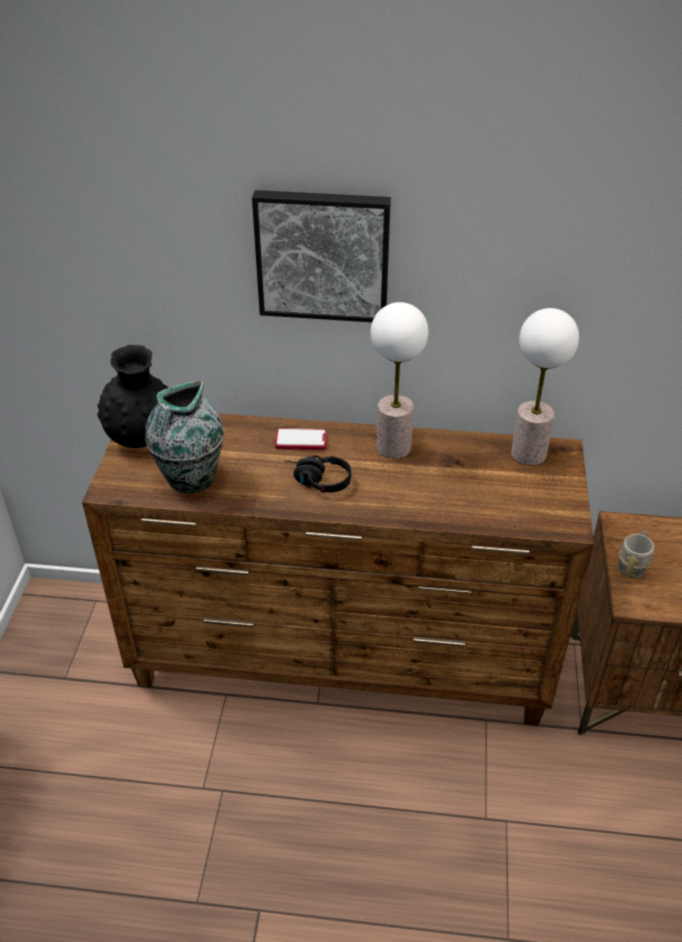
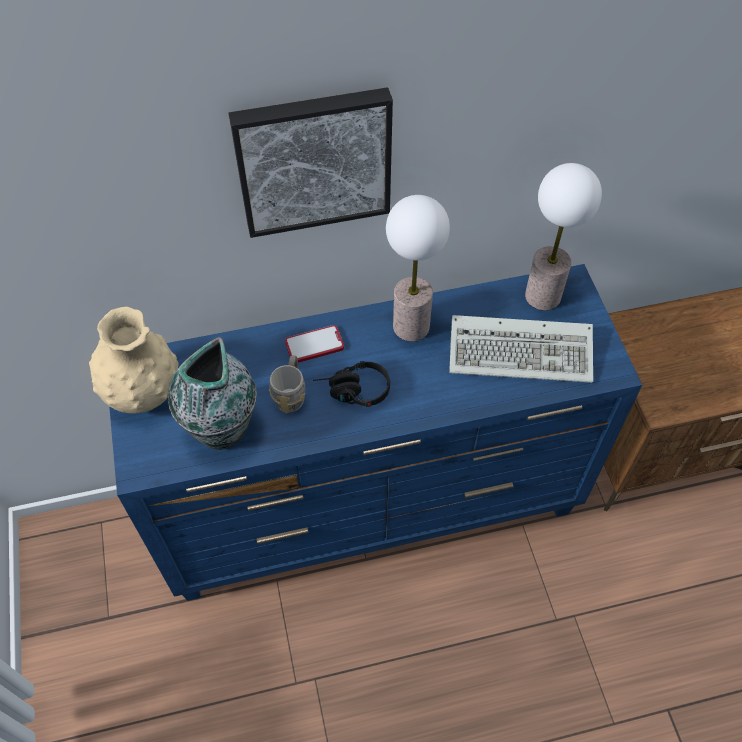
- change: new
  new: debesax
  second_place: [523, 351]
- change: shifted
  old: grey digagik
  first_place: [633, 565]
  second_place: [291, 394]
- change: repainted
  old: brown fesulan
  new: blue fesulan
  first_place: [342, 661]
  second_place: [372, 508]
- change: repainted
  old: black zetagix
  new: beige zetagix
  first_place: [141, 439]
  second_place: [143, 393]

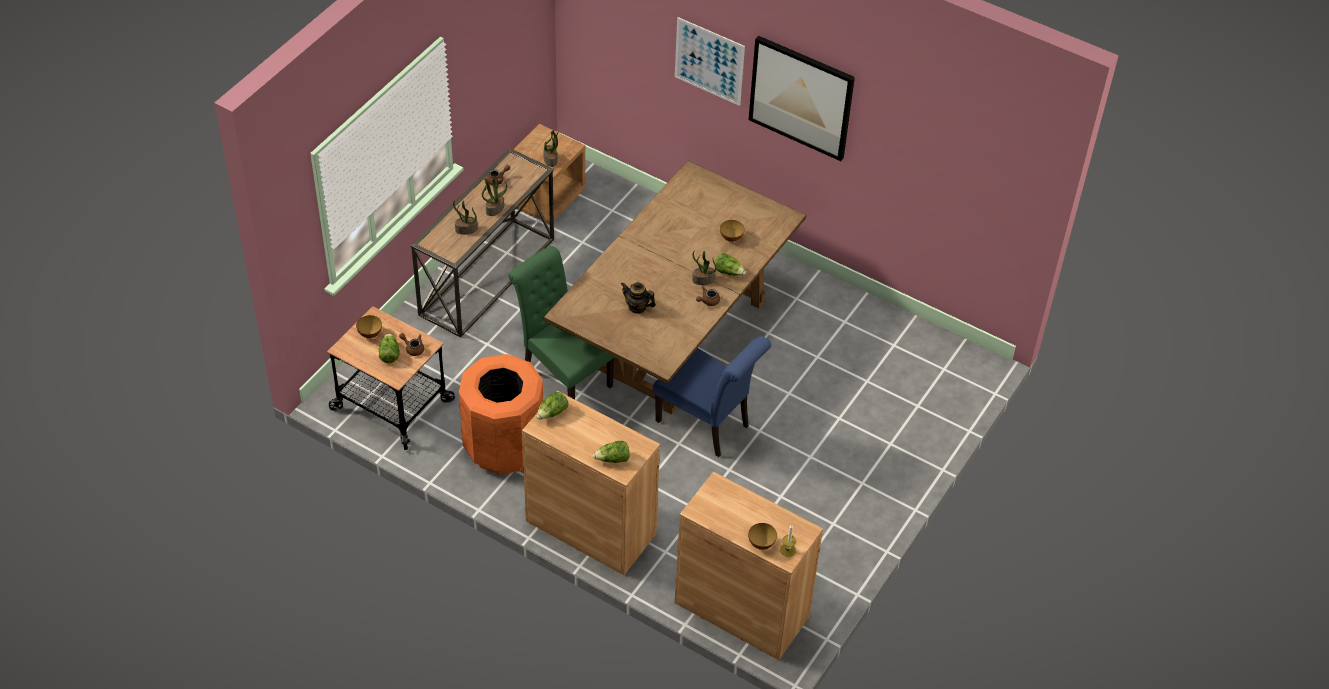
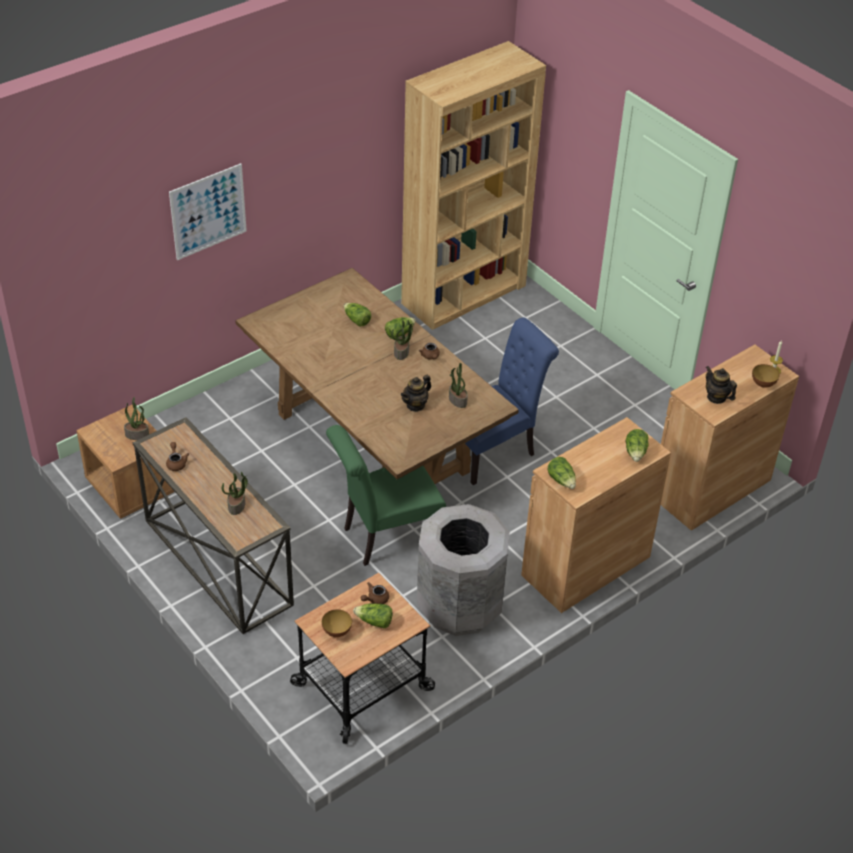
- change: gone
  old: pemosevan
  first_place: [801, 97]
- change: new
  new: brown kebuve
  second_place: [464, 294]
- change: new
  new: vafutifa
  second_place: [716, 397]
- change: shifted
  old: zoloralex
  first_place: [495, 209]
  second_place: [457, 400]
- change: swapped
  old: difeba
  new: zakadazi
  first_place: [731, 238]
  second_place: [356, 320]
- change: repainted
  old: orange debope
  new: grey debope
  first_place: [503, 447]
  second_place: [459, 607]

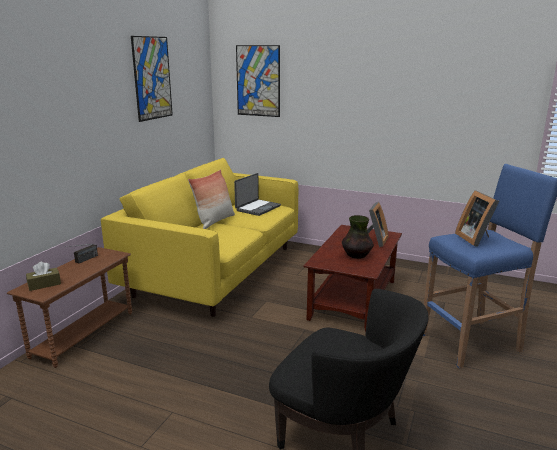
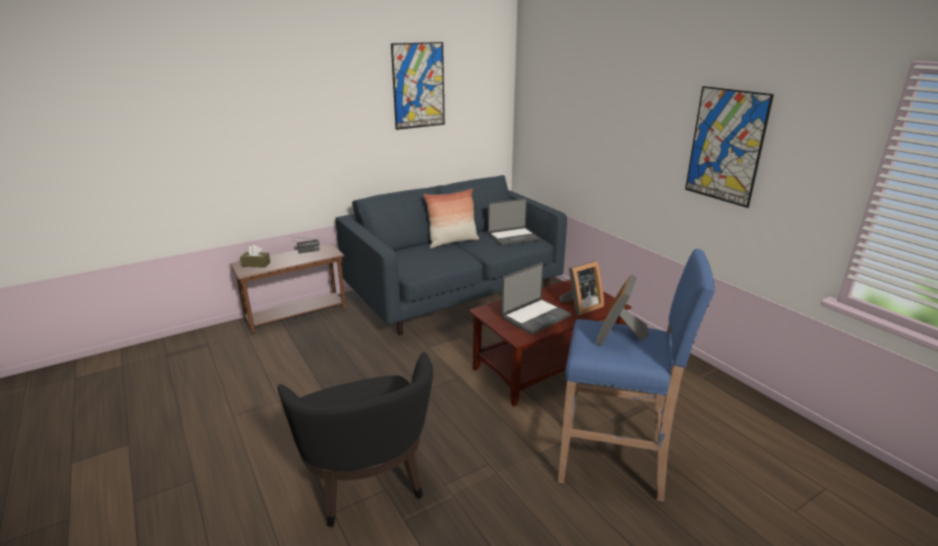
- change: shifted
  old: pemosevan
  first_place: [258, 81]
  second_place: [726, 146]
- change: swapped
  old: zetagix
  new: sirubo
  first_place: [356, 256]
  second_place: [535, 316]
- change: repainted
  old: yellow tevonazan
  new: blue tevonazan
  first_place: [216, 272]
  second_place: [454, 294]

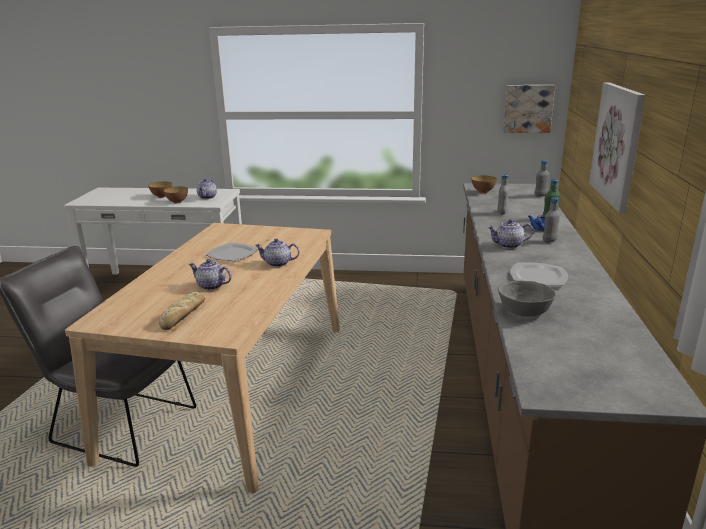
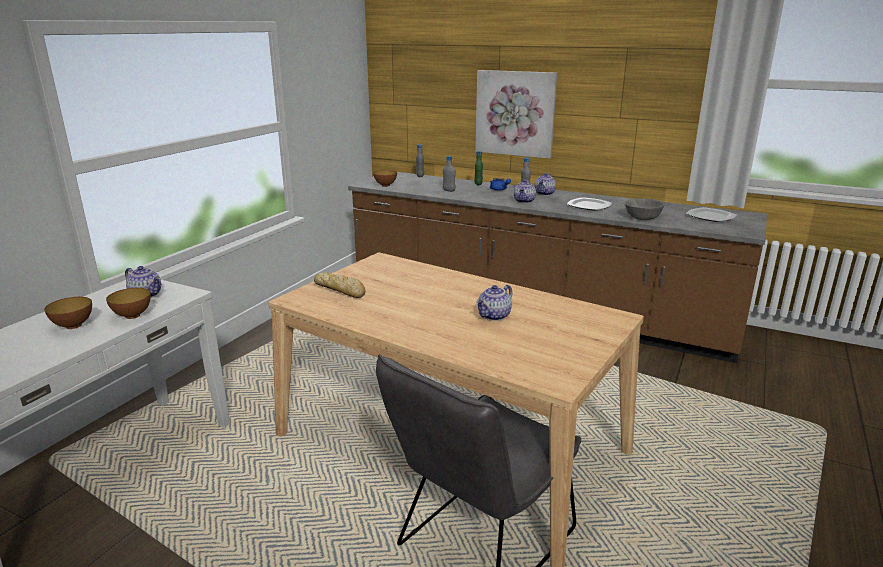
- change: gone
  old: pemosevan
  first_place: [528, 108]
- change: shifted
  old: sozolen
  first_place: [183, 315]
  second_place: [340, 290]
- change: shifted
  old: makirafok
  first_place: [232, 254]
  second_place: [711, 216]
- change: shifted
  old: vafutifa
  first_place: [277, 264]
  second_place: [545, 194]

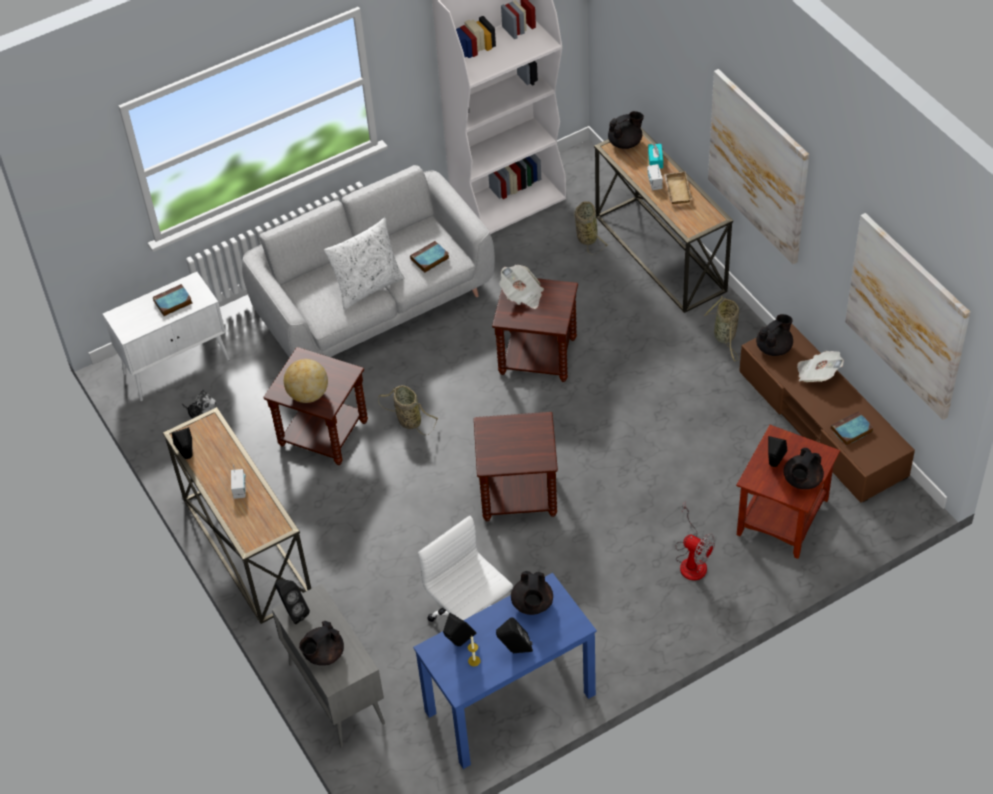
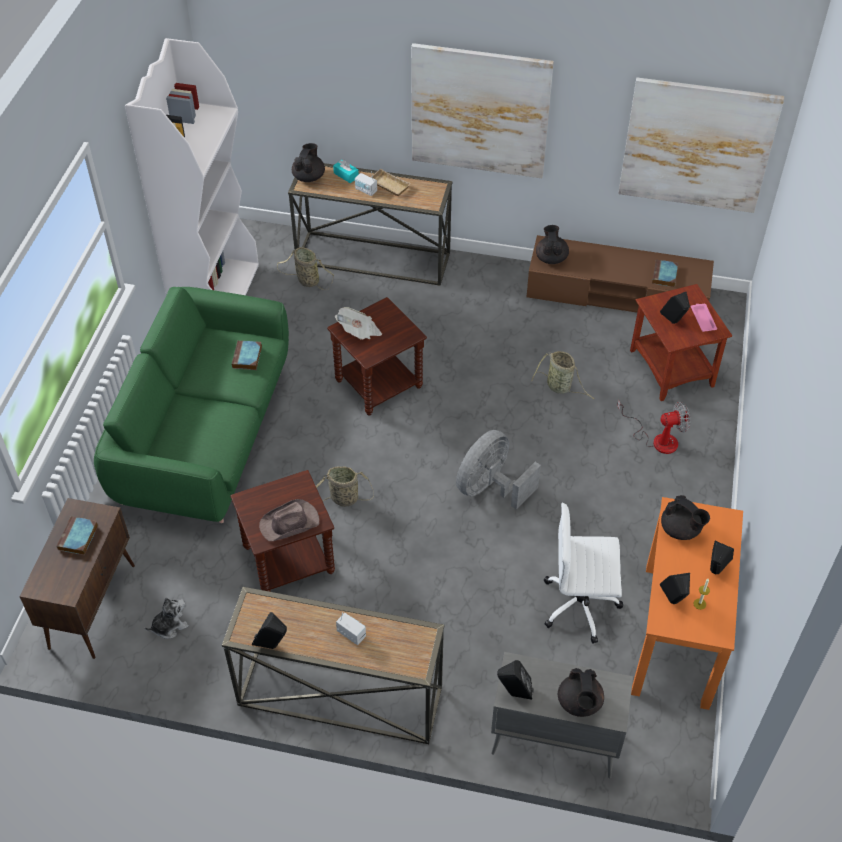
- change: gone
  old: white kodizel
  first_place: [368, 287]
- change: gone
  old: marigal
  first_place: [817, 374]
- change: shifted
  old: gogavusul
  first_place: [725, 337]
  second_place: [560, 387]
- change: swapped
  old: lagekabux
  new: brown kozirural
  first_place: [308, 395]
  second_place: [290, 523]
- change: swapped
  old: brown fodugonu
  new: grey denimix
  first_place: [518, 494]
  second_place: [490, 488]
- change: swapped
  old: black vafutifa
  new: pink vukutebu
  first_place: [802, 481]
  second_place: [702, 319]
- change: repainted
  old: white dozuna
  new: brown dozuna
  first_place: [177, 366]
  second_place: [92, 605]
- change: repainted
  old: grey tevonazan
  new: green tevonazan
  first_place: [373, 305]
  second_place: [205, 437]
- change: repainted
  old: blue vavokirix
  new: orange vavokirix
  first_place: [509, 703]
  second_place: [676, 635]

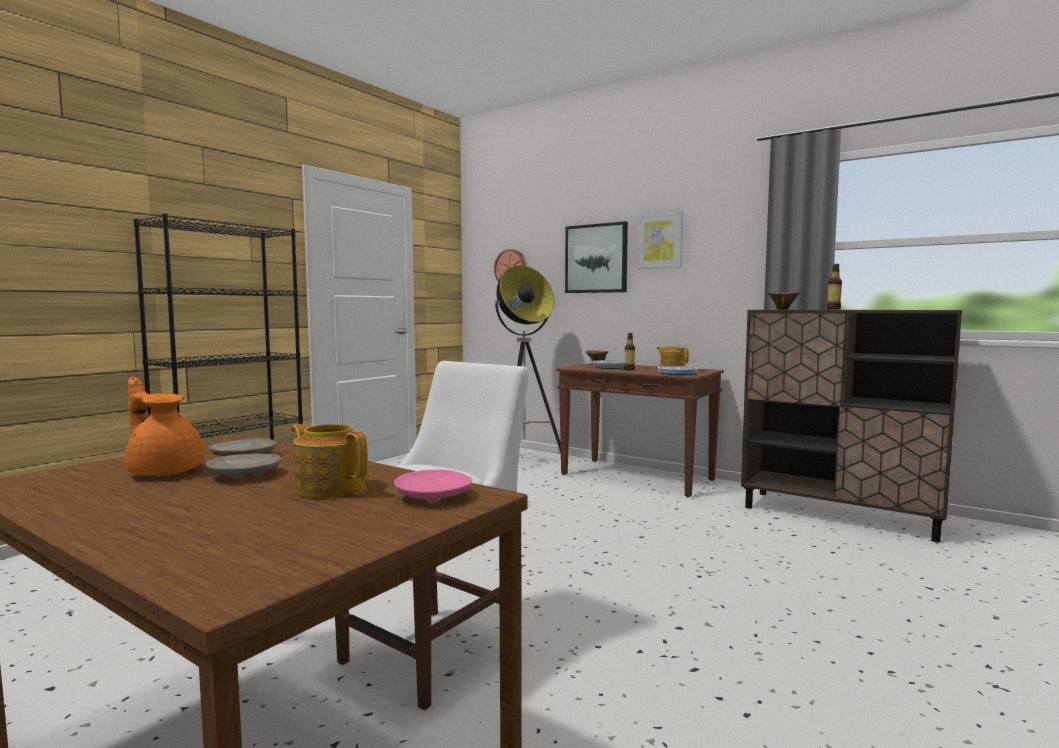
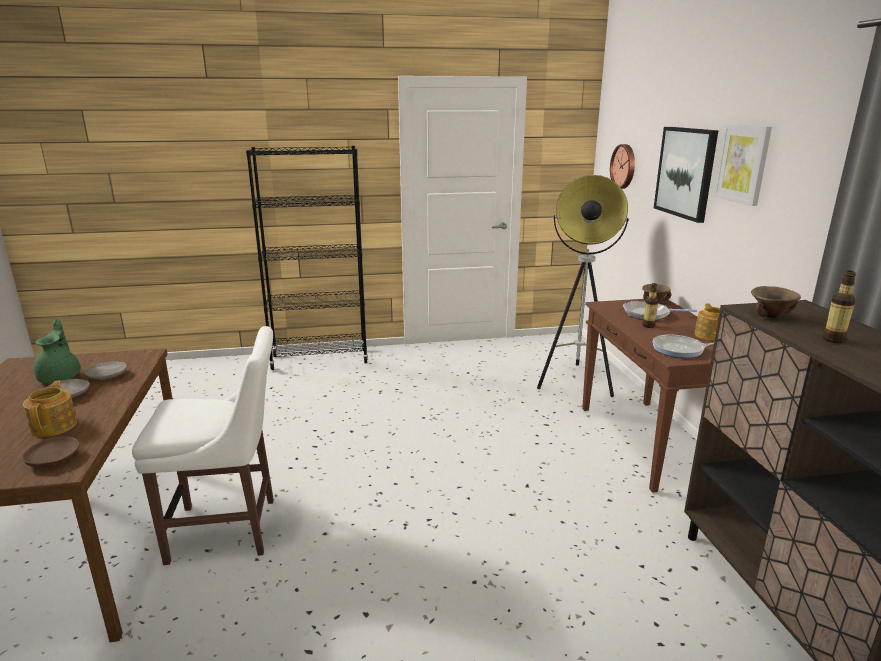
- change: repainted
  old: orange vafutifa
  new: green vafutifa
  first_place: [165, 471]
  second_place: [61, 377]
- change: repainted
  old: pink makirafok
  new: brown makirafok
  first_place: [434, 496]
  second_place: [53, 459]

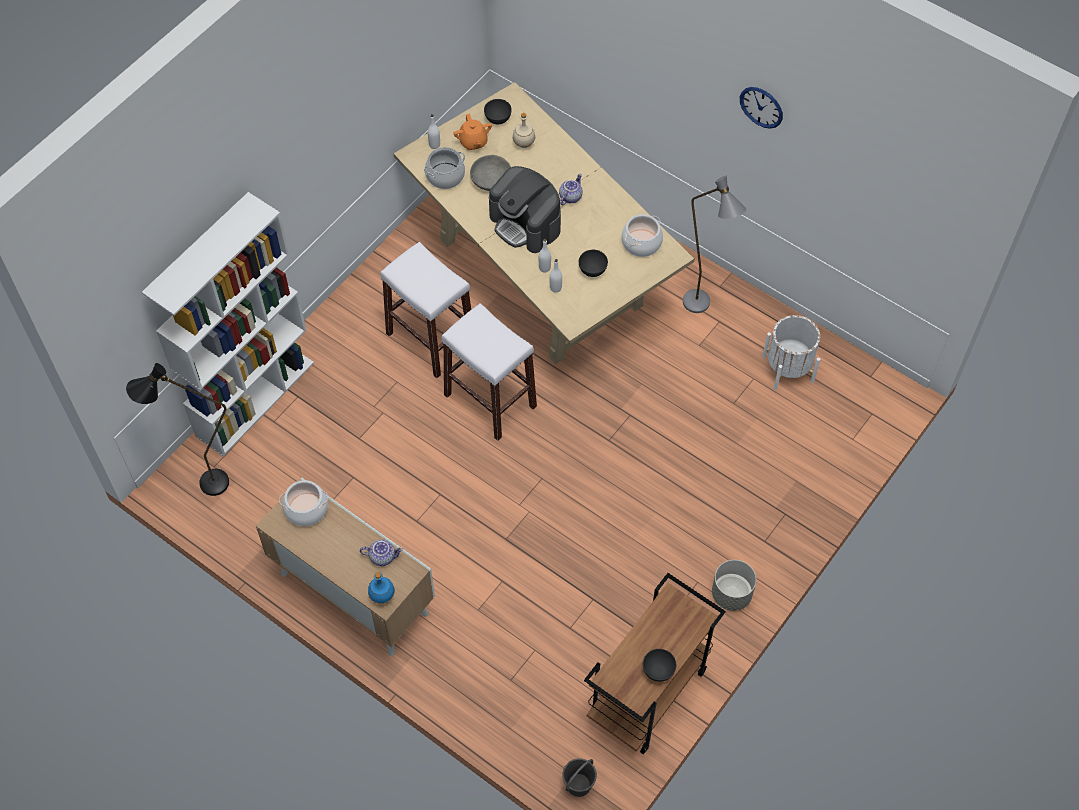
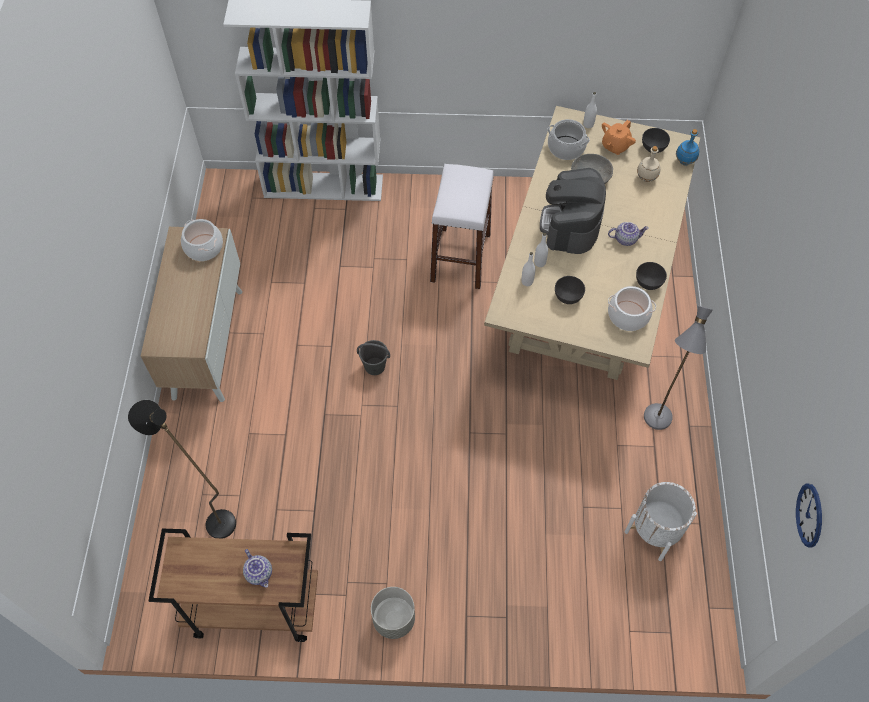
- change: gone
  old: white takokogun
  first_place: [490, 400]
- change: shifted
  old: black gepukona
  first_place: [203, 486]
  second_place: [212, 518]
- change: shifted
  old: vafutifa
  first_place: [383, 556]
  second_place: [260, 573]
- change: shifted
  old: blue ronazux
  first_place: [382, 597]
  second_place: [684, 162]
- change: shifted
  old: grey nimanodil
  first_place: [578, 785]
  second_place: [374, 366]
- change: shifted
  old: grey difeba
  first_place: [658, 670]
  second_place: [648, 283]
- change: shifted
  old: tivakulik
  first_place: [761, 107]
  second_place: [810, 515]

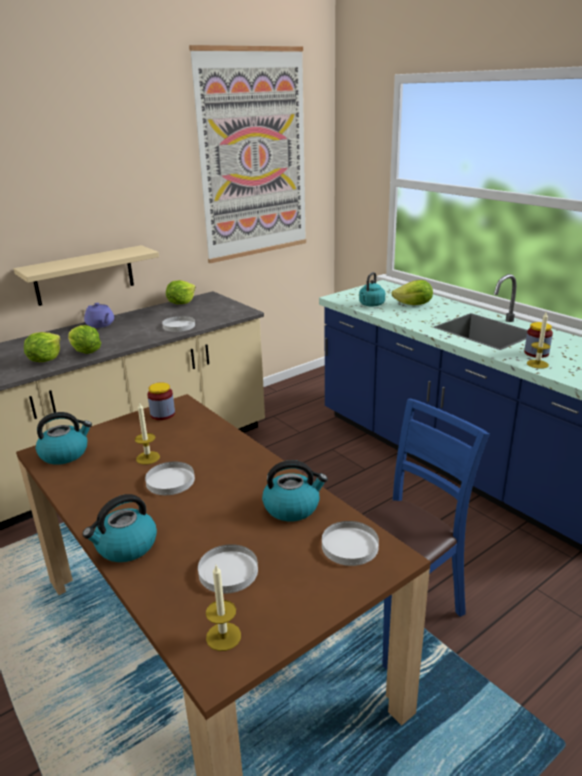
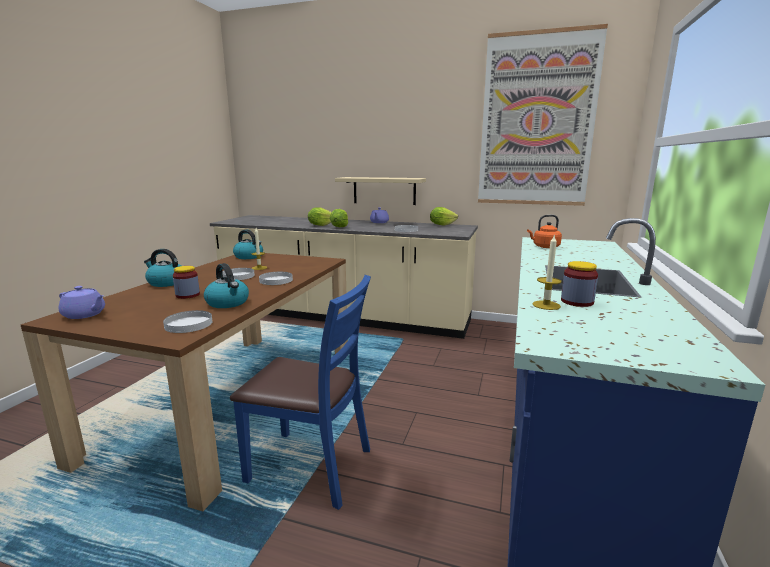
- change: gone
  old: zakadazi
  first_place: [413, 305]
- change: shifted
  old: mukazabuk
  first_place: [162, 414]
  second_place: [187, 295]
- change: shifted
  old: white makirafok
  first_place: [227, 571]
  second_place: [276, 280]
- change: swapped
  old: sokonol
  new: purple vafutifa
  first_place: [223, 636]
  second_place: [85, 315]
- change: repainted
  old: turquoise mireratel
  new: orange mireratel
  first_place: [371, 305]
  second_place: [544, 247]

